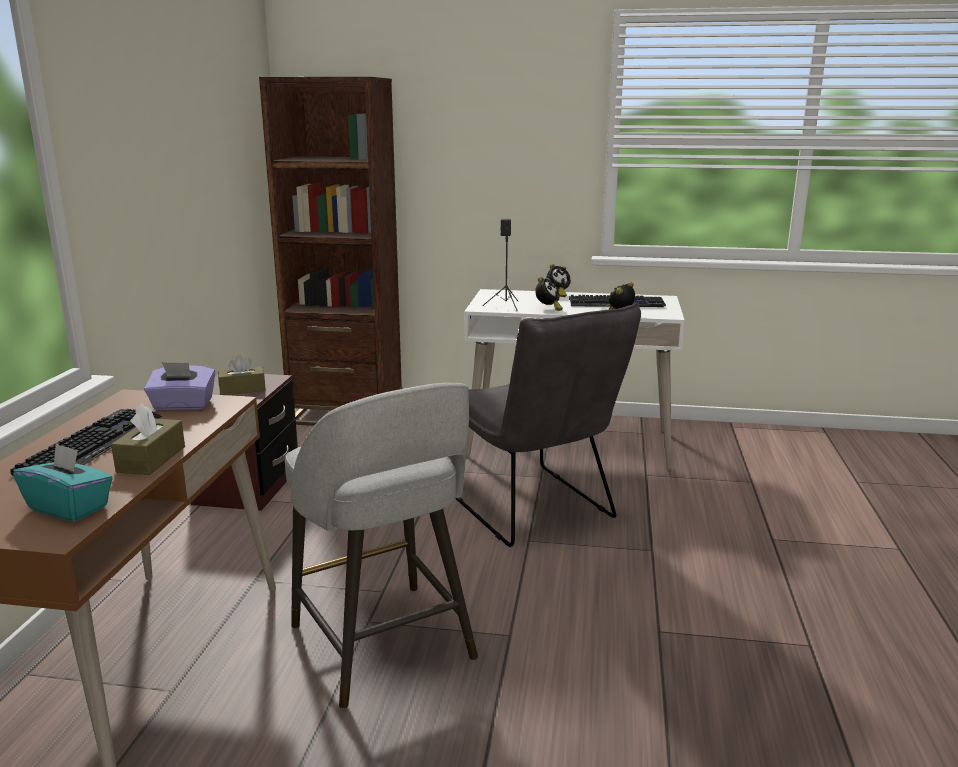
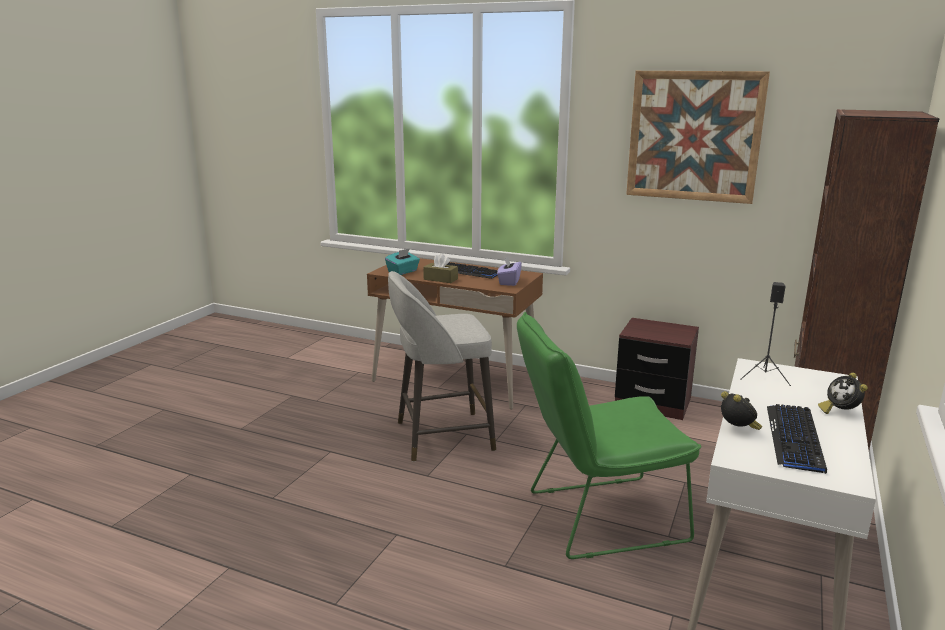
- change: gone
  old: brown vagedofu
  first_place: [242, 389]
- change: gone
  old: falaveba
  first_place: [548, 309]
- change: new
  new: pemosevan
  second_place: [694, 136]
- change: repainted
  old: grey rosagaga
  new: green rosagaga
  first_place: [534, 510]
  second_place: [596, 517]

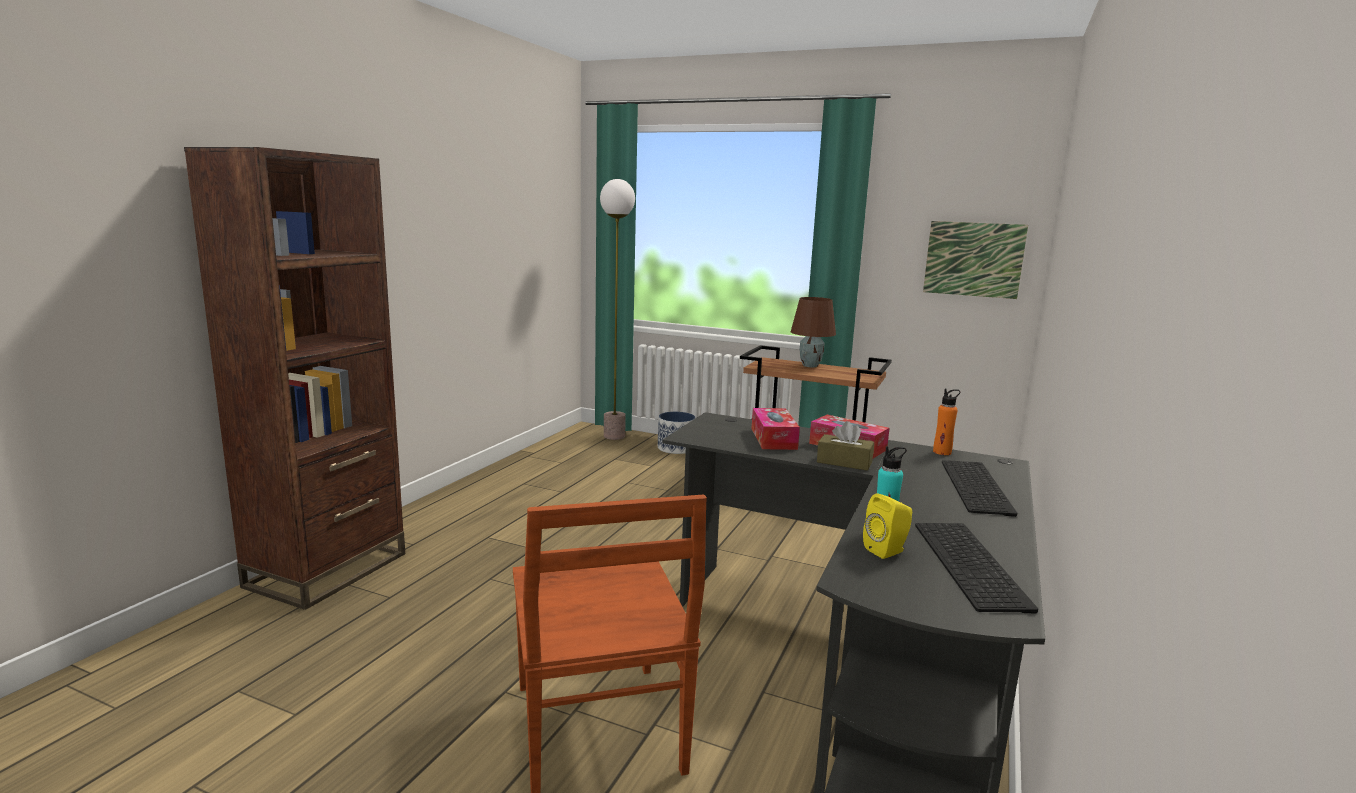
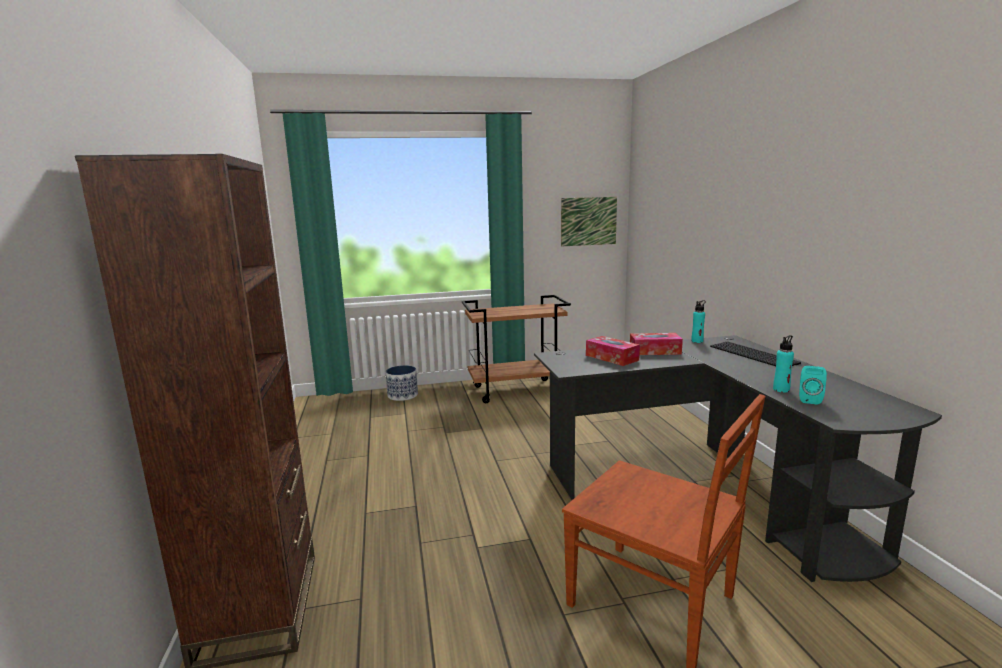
- change: gone
  old: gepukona
  first_place: [614, 436]
- change: gone
  old: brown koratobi
  first_place: [810, 366]
- change: gone
  old: brown vagedofu
  first_place: [844, 462]
- change: gone
  old: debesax
  first_place: [973, 565]
- change: repainted
  old: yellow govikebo
  new: turquoise govikebo
  first_place: [887, 550]
  second_place: [809, 399]
- change: repainted
  old: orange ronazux
  new: turquoise ronazux
  first_place: [942, 452]
  second_place: [697, 341]

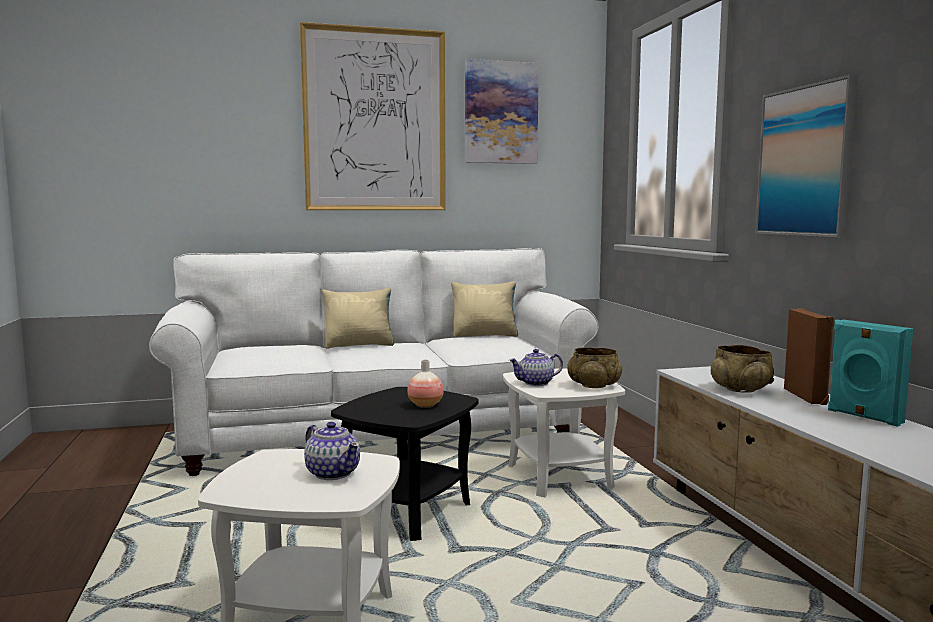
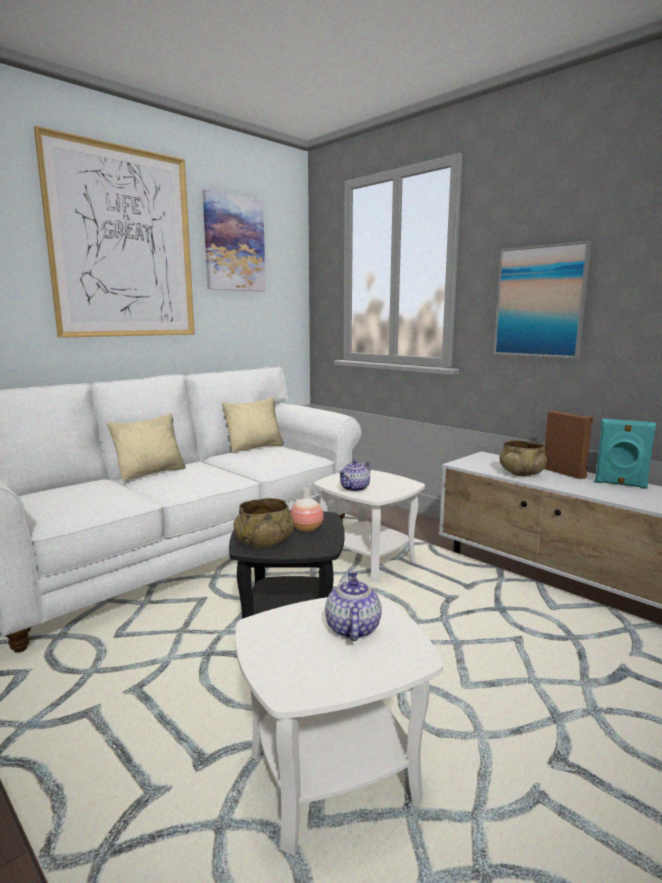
- change: shifted
  old: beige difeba
  first_place: [594, 385]
  second_place: [264, 542]
- change: rotated
  old: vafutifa
  first_place: [333, 473]
  second_place: [352, 629]
  degrees: -105

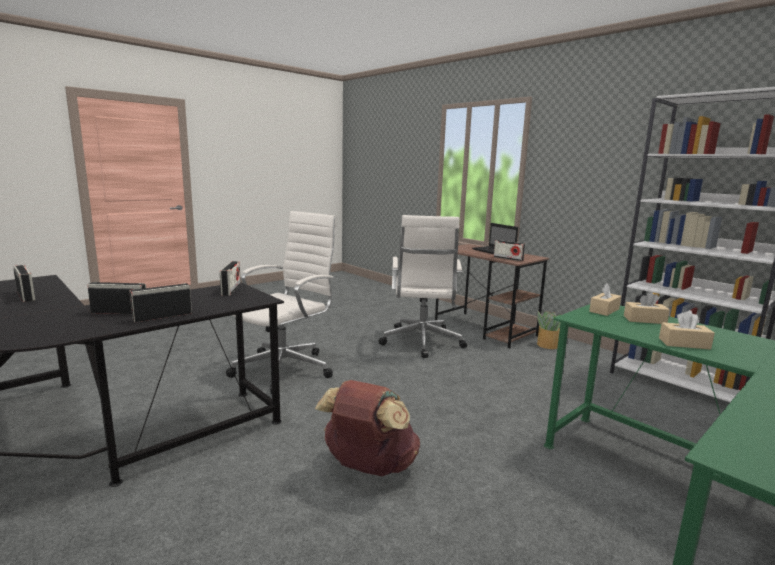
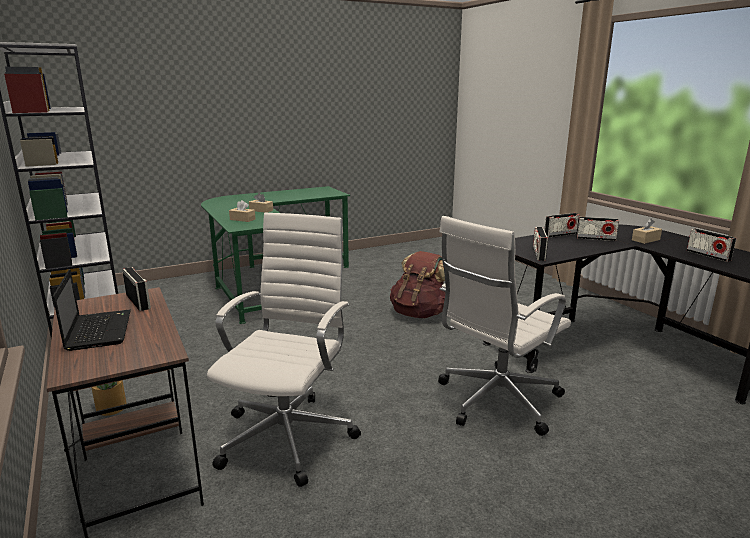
- change: shifted
  old: beige vagedofu
  first_place: [604, 310]
  second_place: [645, 240]

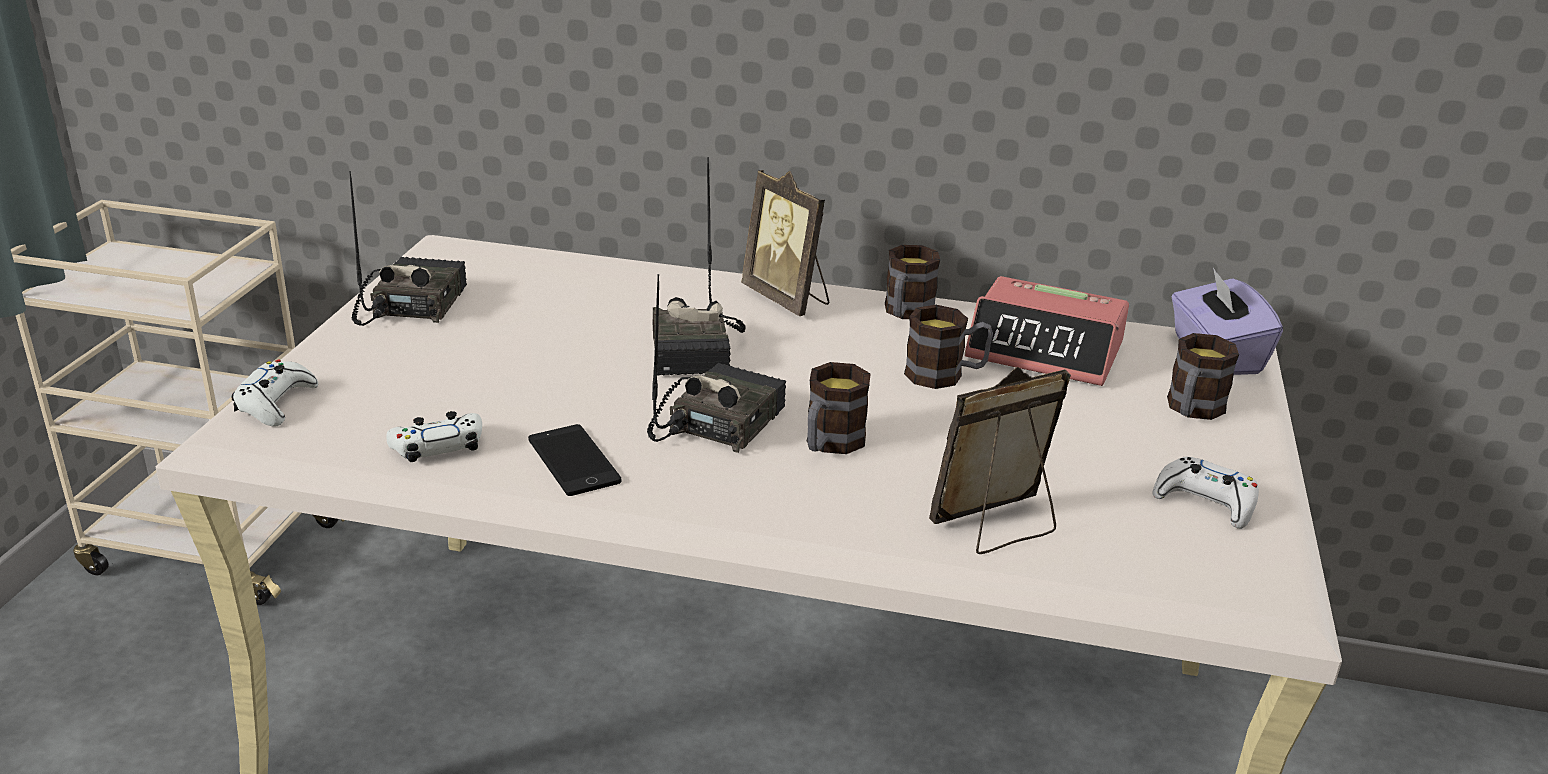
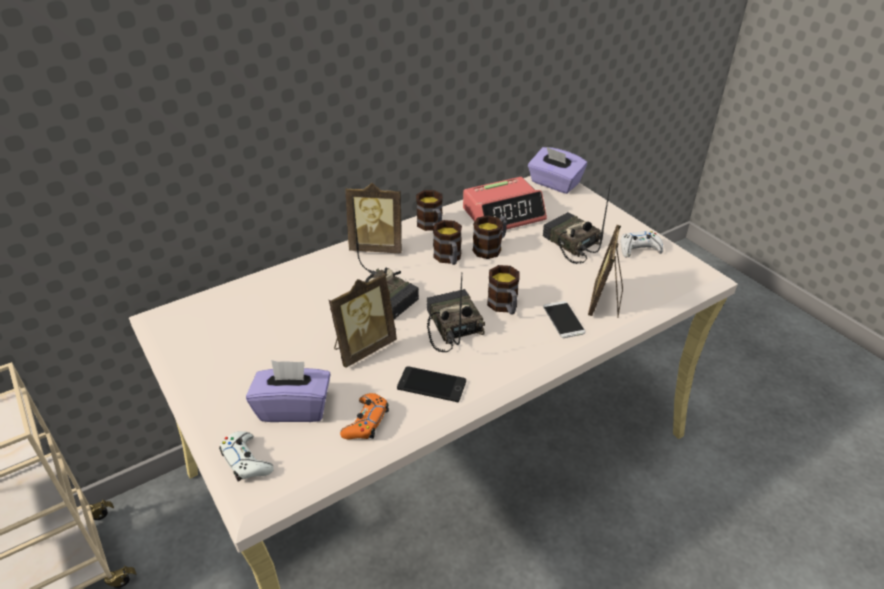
- change: new
  new: purple vagedofu
  second_place: [294, 407]
- change: new
  new: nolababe
  second_place: [363, 348]
- change: new
  new: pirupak
  second_place: [563, 320]
- change: shifted
  old: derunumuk
  first_place: [410, 304]
  second_place: [570, 243]
- change: shifted
  old: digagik
  first_place: [1192, 410]
  second_place: [449, 258]
- change: repainted
  old: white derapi
  new: orange derapi
  first_place: [438, 447]
  second_place: [366, 422]

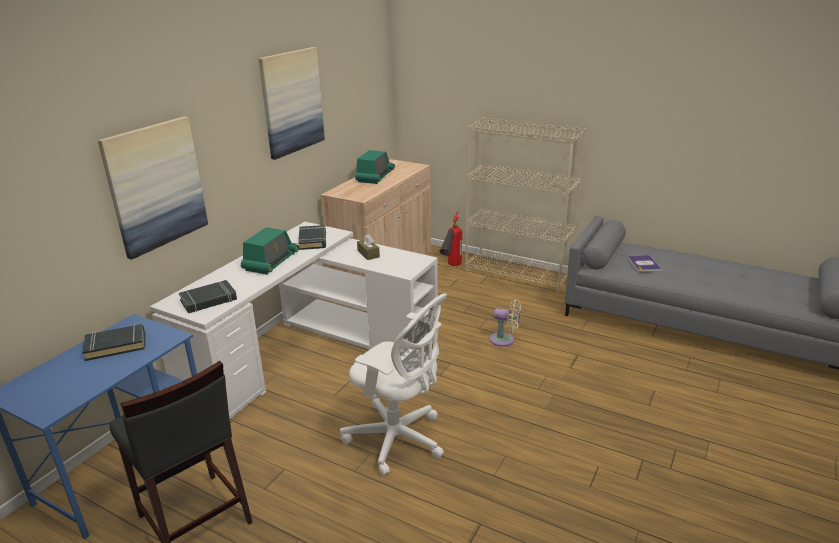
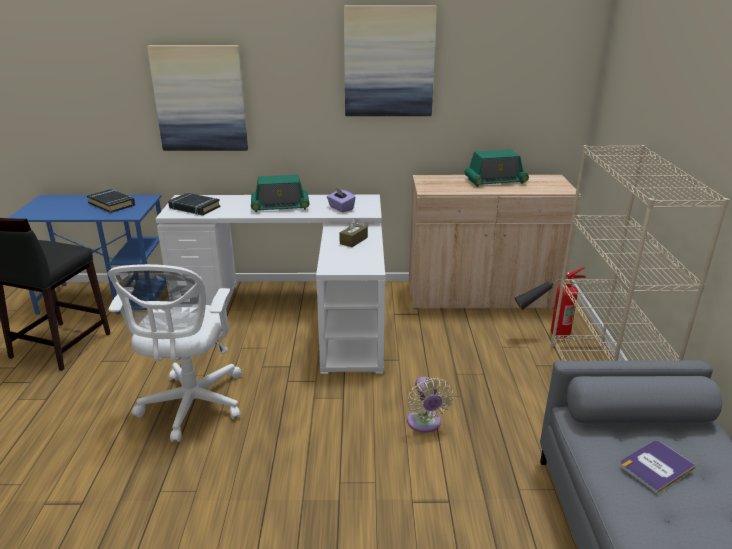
- change: swapped
  old: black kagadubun
  new: purple vagedofu
  first_place: [313, 240]
  second_place: [341, 208]

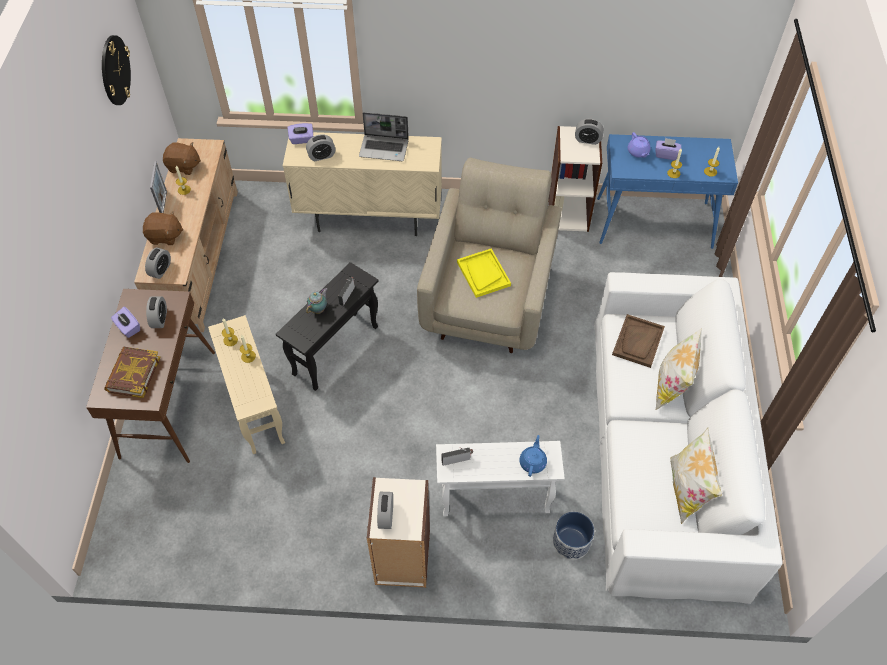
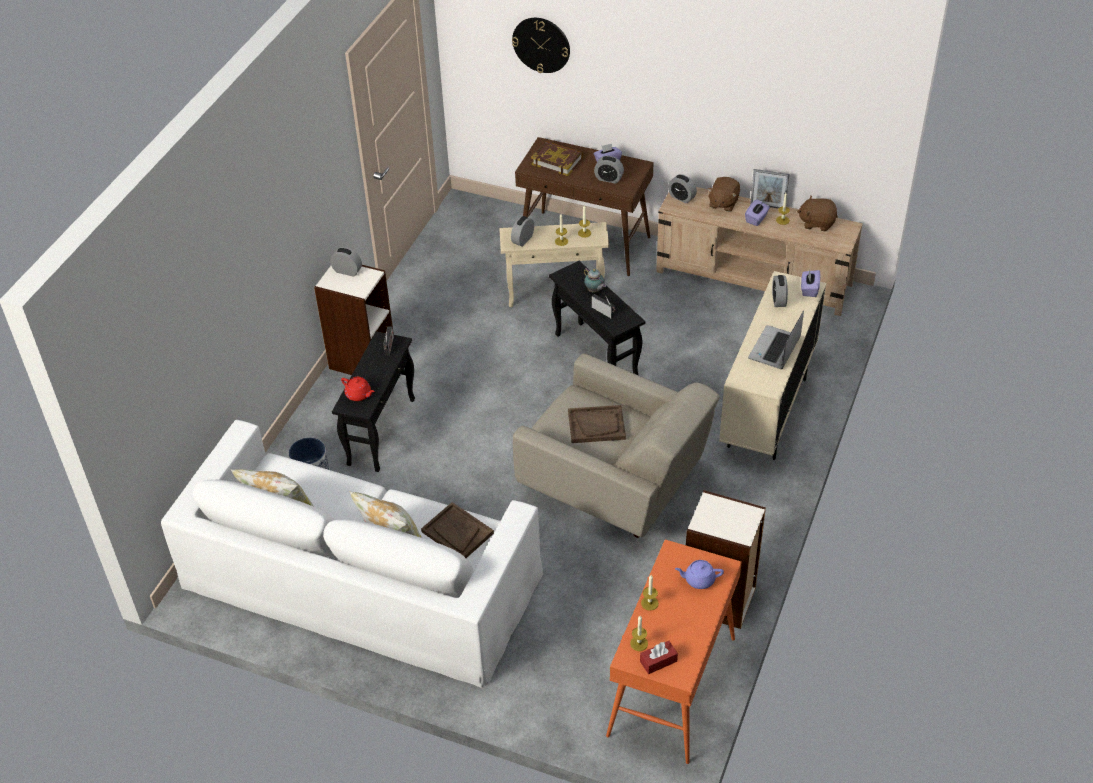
- change: new
  new: red vagedofu
  second_place: [658, 661]
- change: shifted
  old: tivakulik
  first_place: [115, 70]
  second_place: [541, 44]
- change: shifted
  old: falaveba
  first_place: [587, 140]
  second_place: [523, 239]
- change: shifted
  old: purple vagedofu
  first_place: [666, 154]
  second_place: [756, 219]
- change: repainted
  old: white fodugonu
  new: black fodugonu
  first_place: [495, 499]
  second_place: [381, 432]
- change: repainted
  old: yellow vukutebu
  new: brown vukutebu
  first_place: [483, 274]
  second_place: [596, 425]
- change: repainted
  old: blue vafutifa
  new: red vafutifa
  first_place: [533, 462]
  second_place: [359, 395]
- change: repainted
  old: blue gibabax
  new: orange gibabax
  first_place: [654, 223]
  second_place: [672, 687]
- change: rotated
  old: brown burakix
  first_place: [183, 166]
  second_place: [817, 223]
  degrees: 75

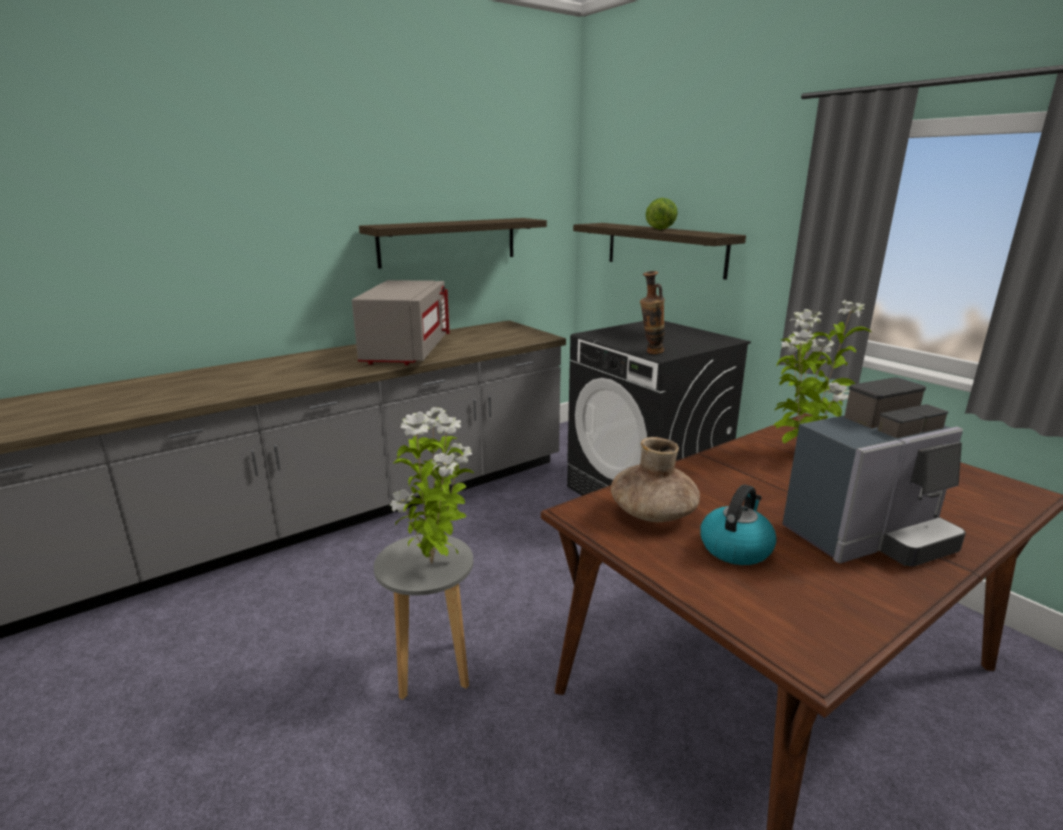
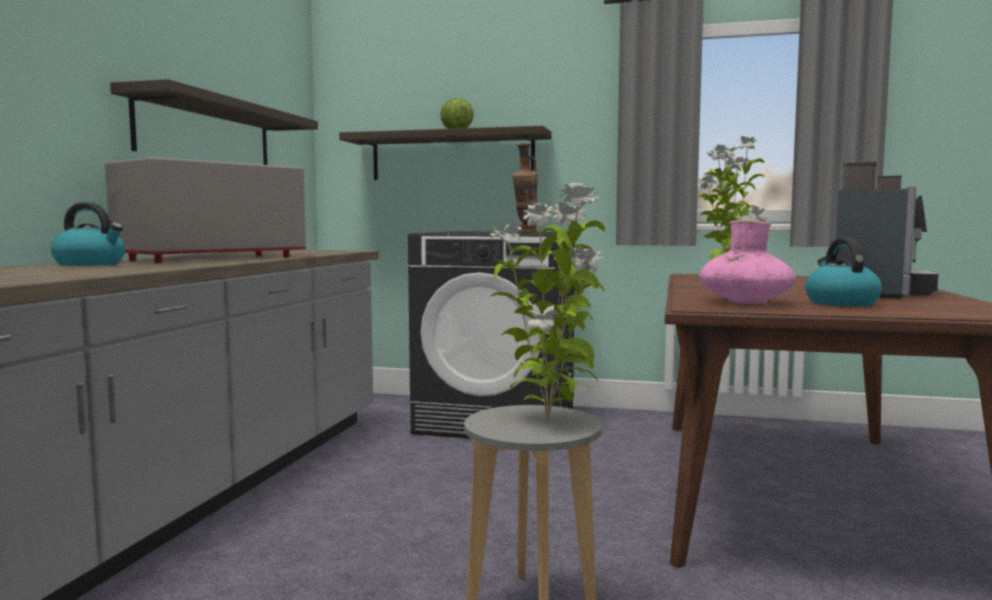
- change: new
  new: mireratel
  second_place: [91, 264]
- change: repainted
  old: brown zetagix
  new: pink zetagix
  first_place: [653, 513]
  second_place: [745, 302]
- change: rotated
  old: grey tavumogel
  first_place: [405, 352]
  second_place: [213, 258]
  degrees: -105

